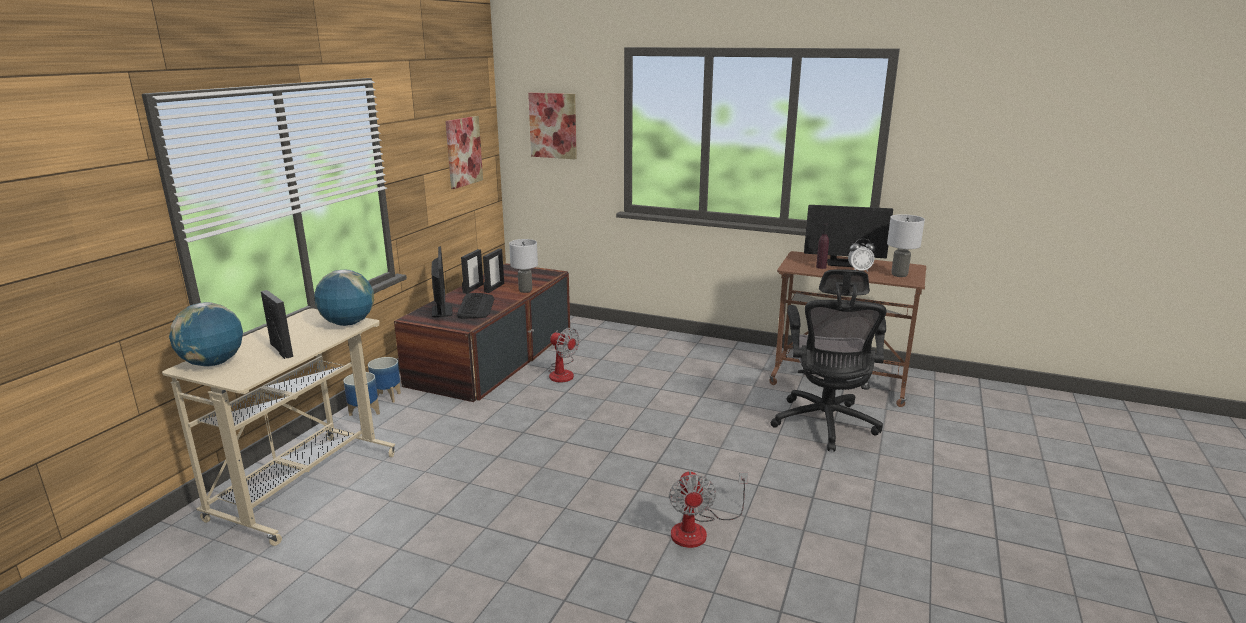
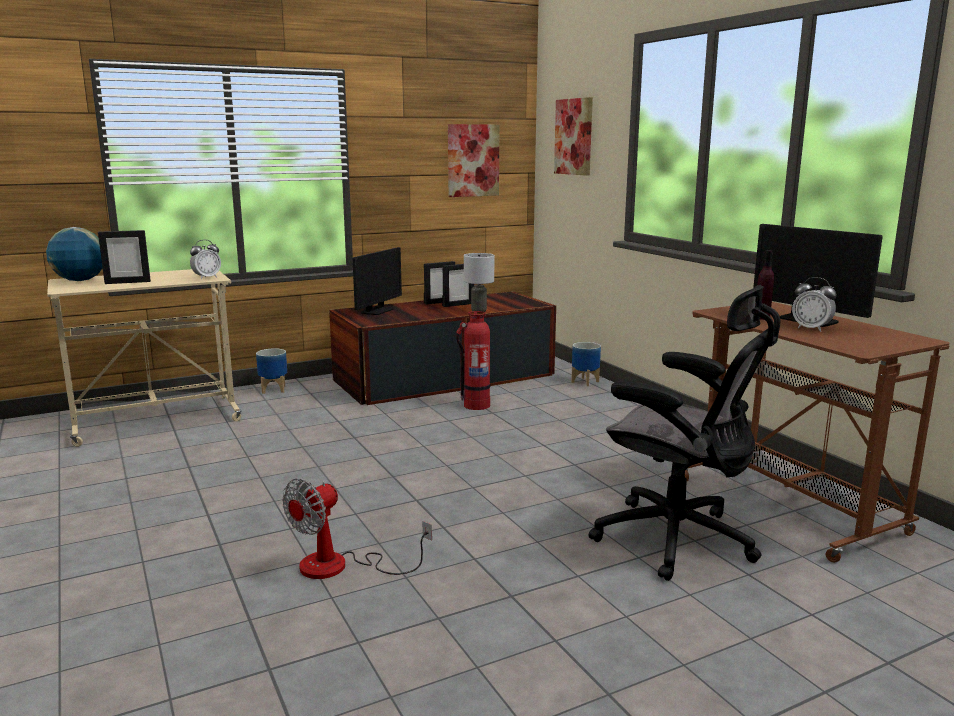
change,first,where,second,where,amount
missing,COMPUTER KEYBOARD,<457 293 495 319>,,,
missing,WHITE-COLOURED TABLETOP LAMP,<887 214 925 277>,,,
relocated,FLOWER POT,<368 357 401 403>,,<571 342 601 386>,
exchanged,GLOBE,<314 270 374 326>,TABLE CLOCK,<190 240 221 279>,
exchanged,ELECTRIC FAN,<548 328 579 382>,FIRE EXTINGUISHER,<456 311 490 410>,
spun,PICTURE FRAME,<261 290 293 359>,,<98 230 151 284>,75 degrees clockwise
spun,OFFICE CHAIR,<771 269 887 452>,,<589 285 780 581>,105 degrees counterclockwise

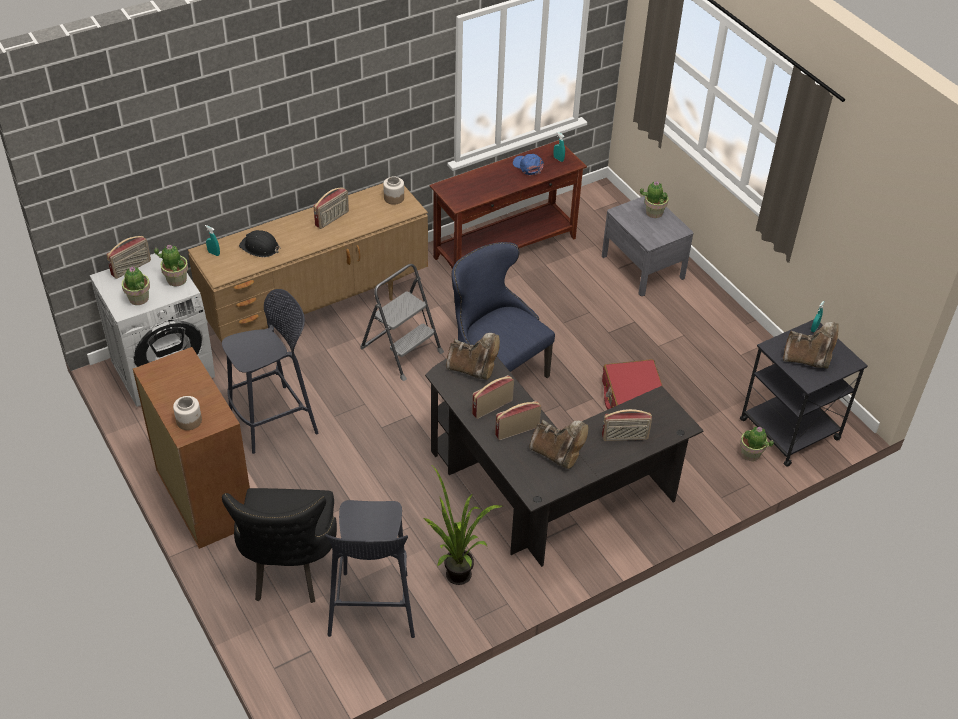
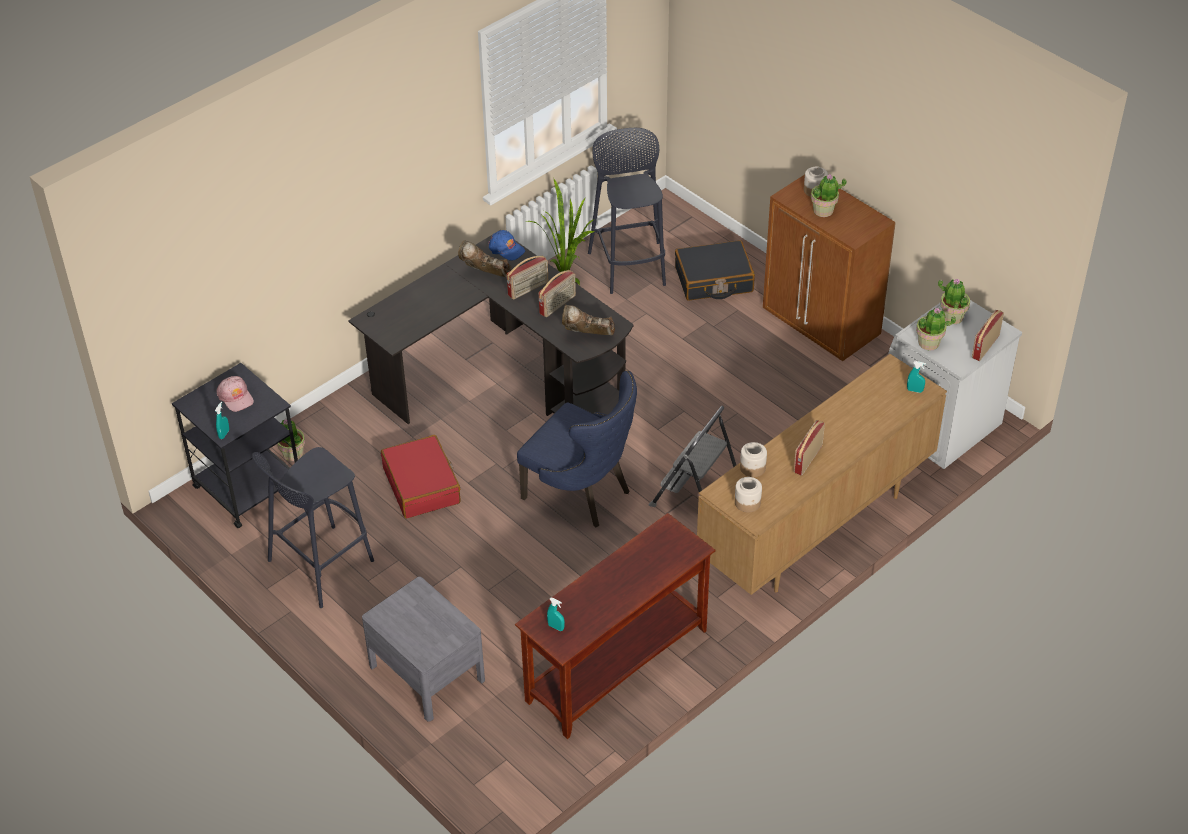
change,first,where,second,where,amount
missing,BLACK HARD HAT,<239 230 280 257>,,,
missing,RADIO SET,<602 409 652 441>,,,
appeared,,,STORAGE JAR,<740 442 767 477>,
relocated,GRAY STOOL,<222 289 319 454>,,<252 447 374 608>,
relocated,BLUE CAP,<513 154 544 175>,,<488 230 525 261>,
relocated,HOUSEPLANT,<640 181 668 218>,,<811 174 847 217>,
exchanged,BLACK PLAIN CHAIR,<222 488 337 603>,BLACK SUITCASE,<675 240 755 301>,
exchanged,BROWN-COLOURED TALL BOOT,<783 322 838 369>,PINKISH CAP,<216 376 254 412>,

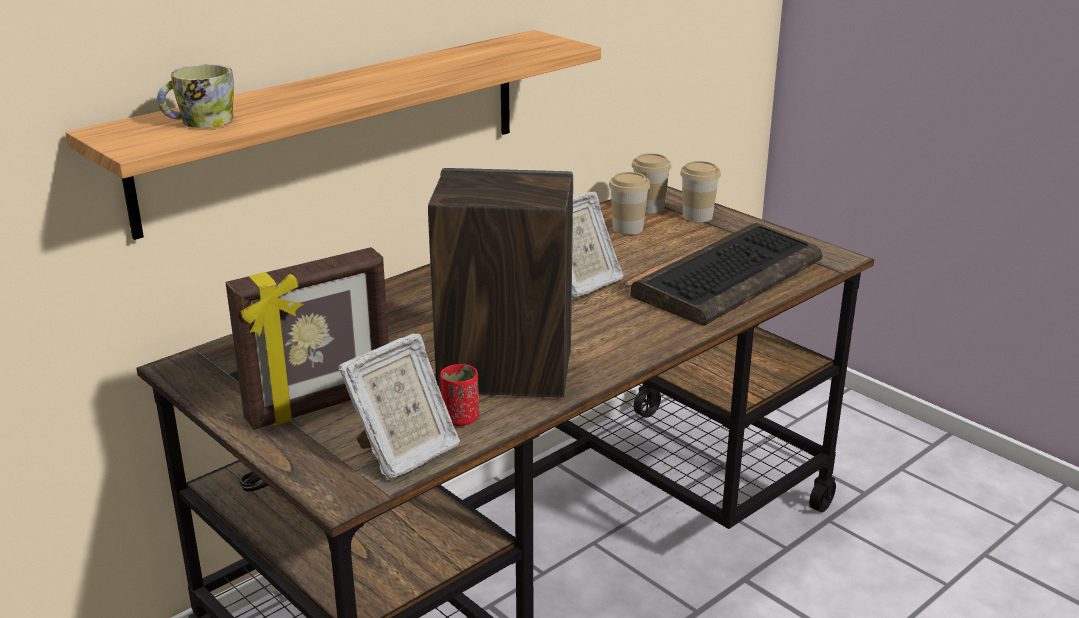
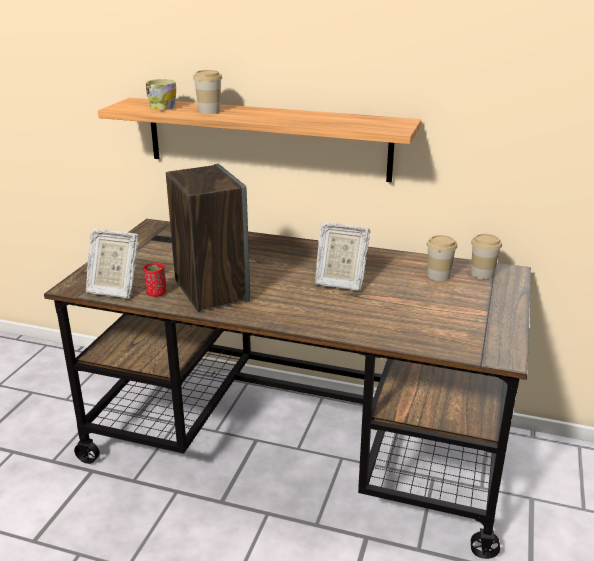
change,first,where,second,where,amount
missing,PICTURE FRAME,<226 247 389 430>,,,
missing,COMPUTER KEYBOARD,<631 223 822 326>,,,
relocated,DRINKING CUP,<680 161 721 222>,,<193 70 222 114>,

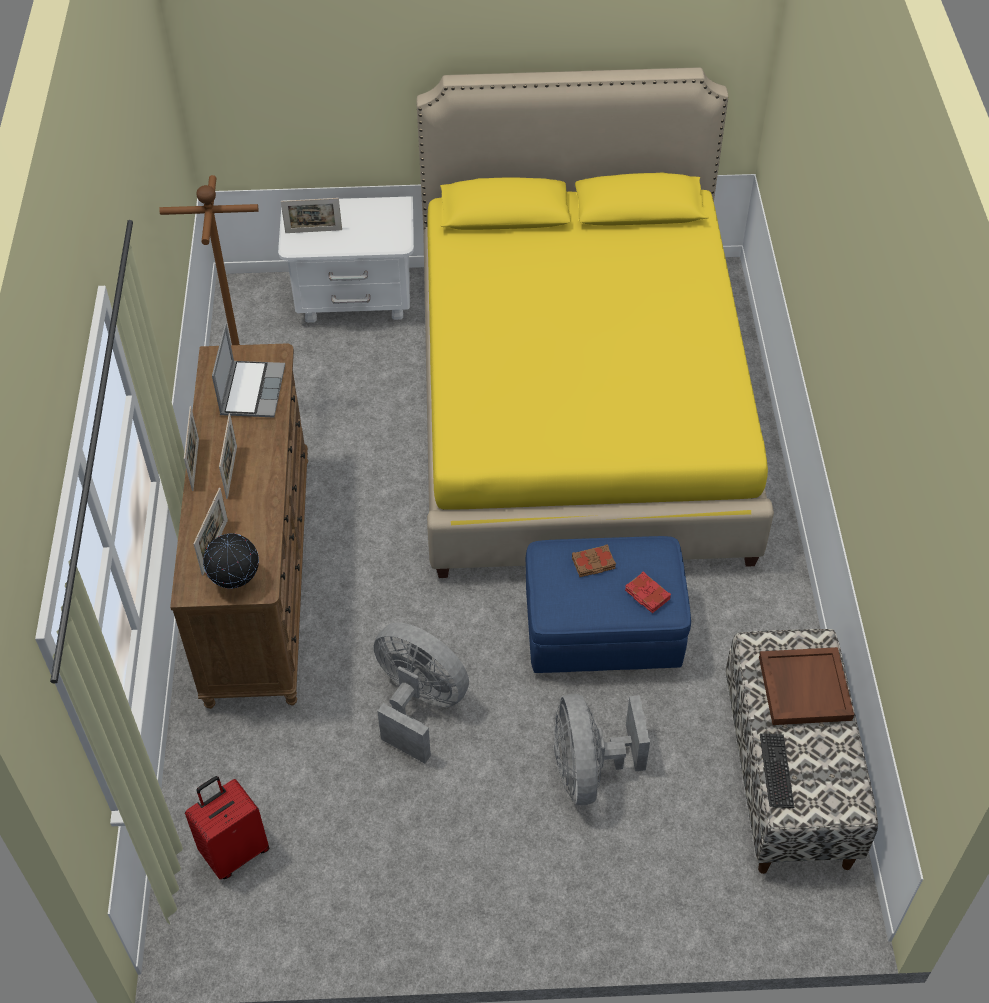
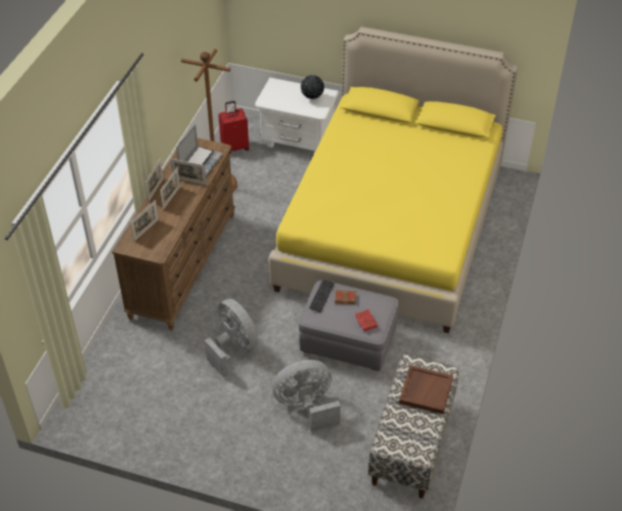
change,first,where,second,where,amount
relocated,RED SUITCASE,<185 776 269 879>,,<218 101 249 154>,
relocated,GLOBE,<203 533 259 589>,,<301 75 324 100>,
relocated,PICTURE FRAME,<281 198 342 233>,,<170 159 207 185>,
relocated,COMPUTER KEYBOARD,<760 733 794 808>,,<309 279 334 313>,
colour,BLUE OTTOMAN,<526 536 691 673>,GRAY OTTOMAN,<299 280 399 371>,
spun,GRAY ELECTRIC FAN,<554 694 650 805>,,<272 360 341 432>,60 degrees clockwise

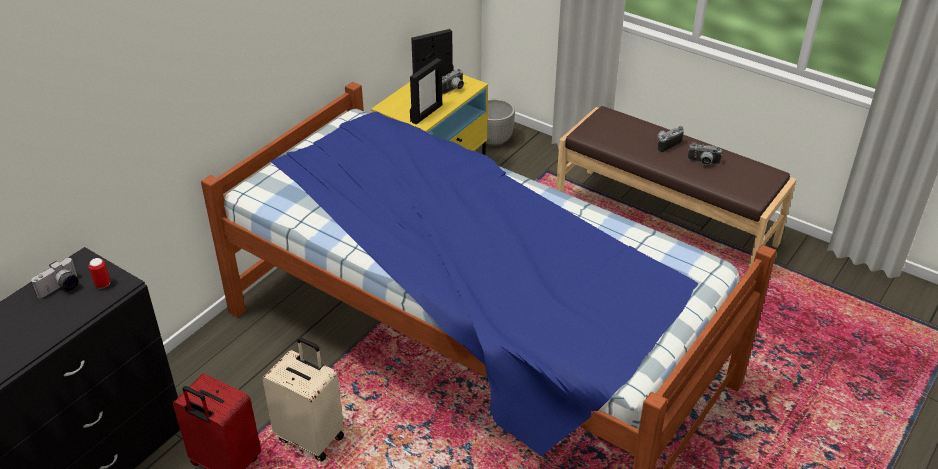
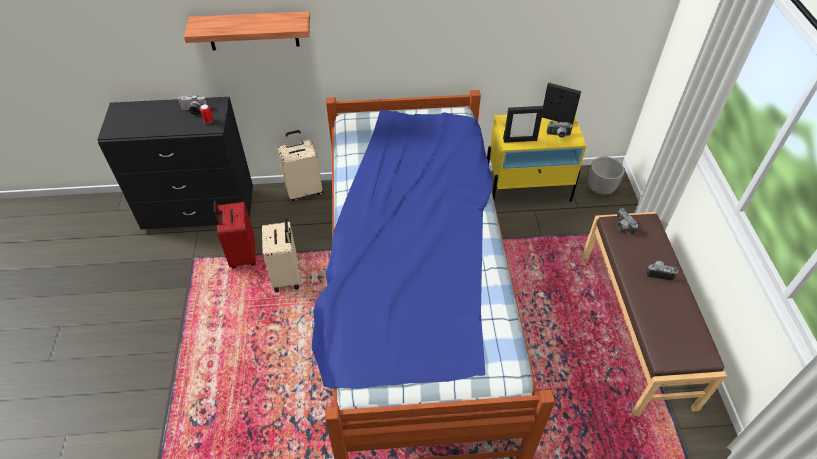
change,first,where,second,where,amount
appeared,,,BRACKET SHELF,<184 11 310 50>,
appeared,,,BEIGE-COLOURED SUITCASE,<278 130 323 201>,
relocated,STILL CAMERA,<687 142 722 165>,,<616 208 638 235>,

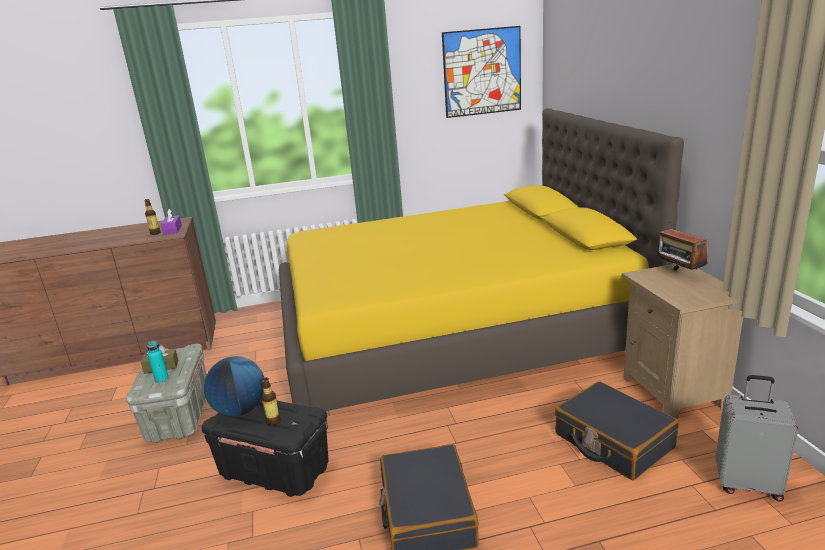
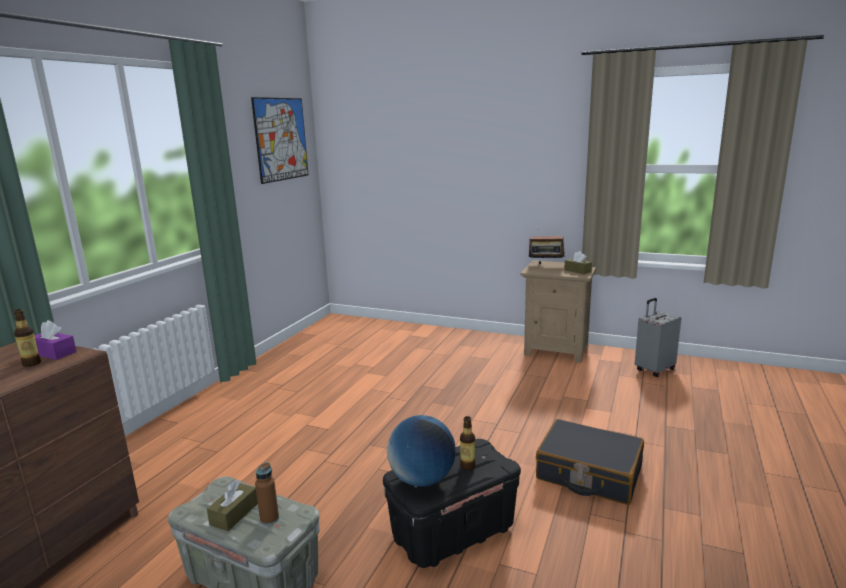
change,first,where,second,where,amount
missing,YELLOWISH SLEEPING BED,<279 108 684 411>,,,
missing,BLACK SUITCASE,<555 381 679 480>,,,
appeared,,,BROWN-COLOURED TISSUE HOLDER,<564 251 592 274>,
colour,TURQUOISE-COLOURED BEVERAGE BOTTLE,<147 341 169 383>,BROWN-COLOURED BEVERAGE BOTTLE,<255 462 279 525>,

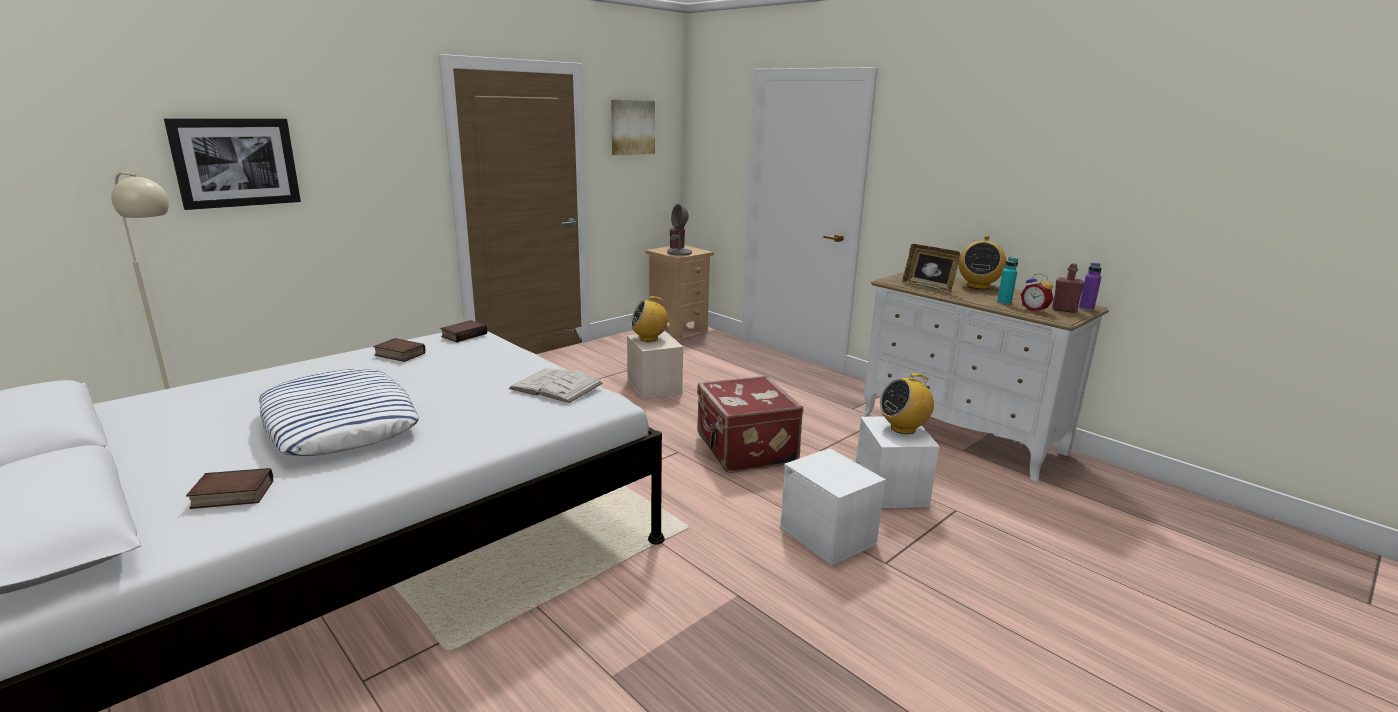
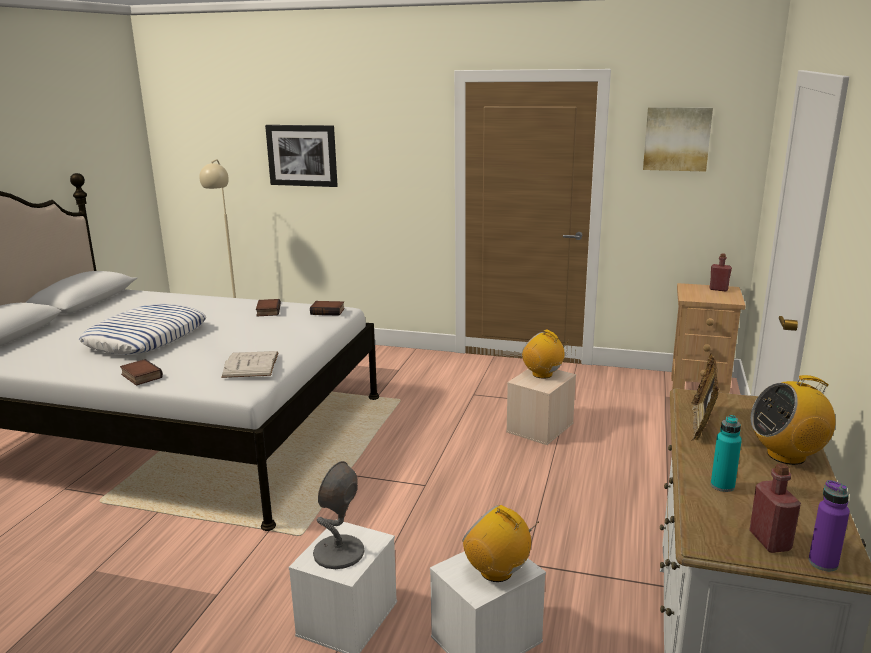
change,first,where,second,where,amount
missing,RED SUITCASE,<697 376 803 473>,,,
missing,TABLE CLOCK,<1021 273 1053 313>,,,
relocated,BOOK,<186 468 273 509>,,<120 359 163 386>,
relocated,GRAY TABLETOP LAMP,<667 204 692 256>,,<313 461 365 569>,

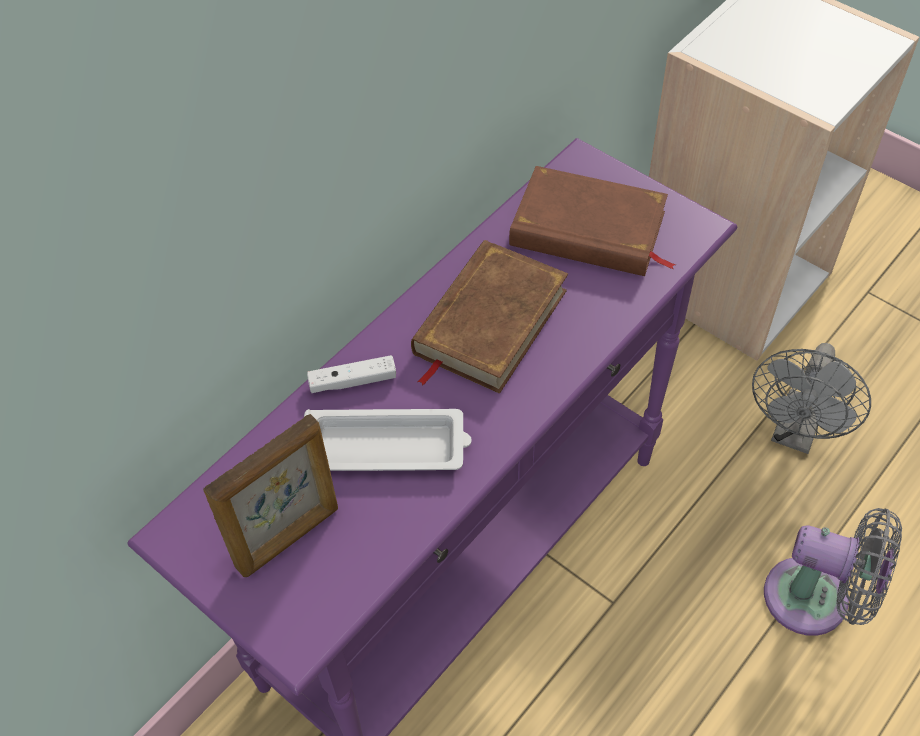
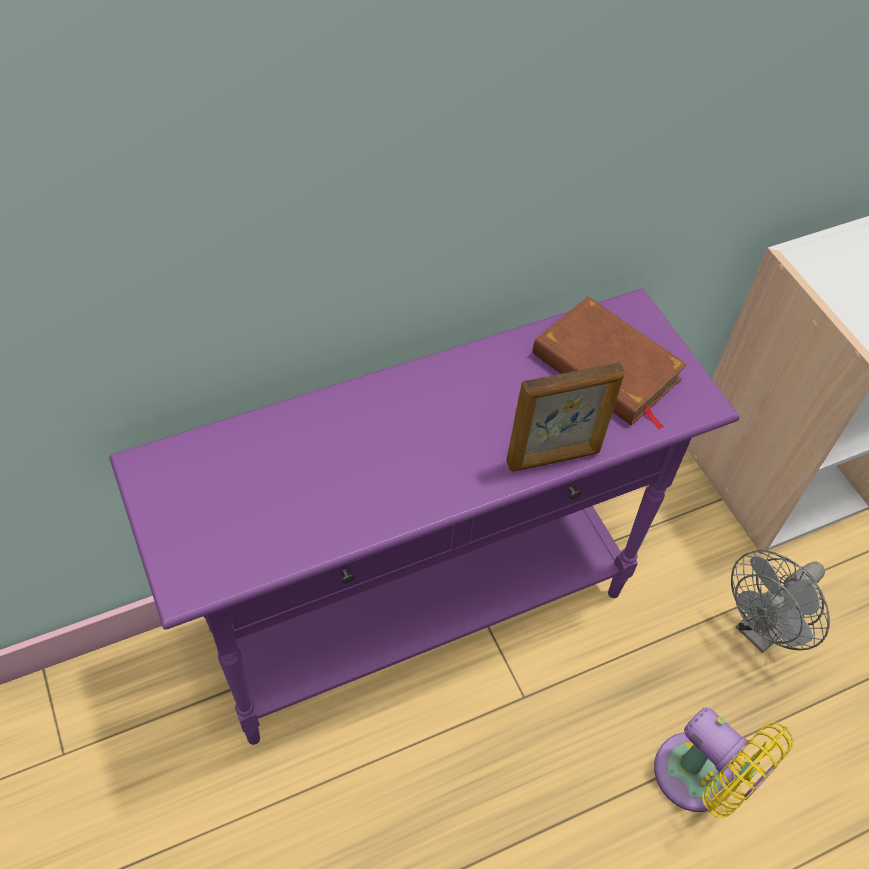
change,first,where,second,where,amount
missing,WHITE-COLOURED CARRYING TRAY,<304 409 472 471>,,,
missing,WHITE-COLOURED JOYPAD,<307 355 396 393>,,,
missing,BROWN-COLOURED BOOK,<411 240 568 394>,,,
relocated,PICTURE FRAME,<203 414 338 577>,,<506 362 625 471>,
colour,GRAY ELECTRIC FAN,<764 508 902 636>,YELLOWISH ELECTRIC FAN,<654 707 794 818>,

